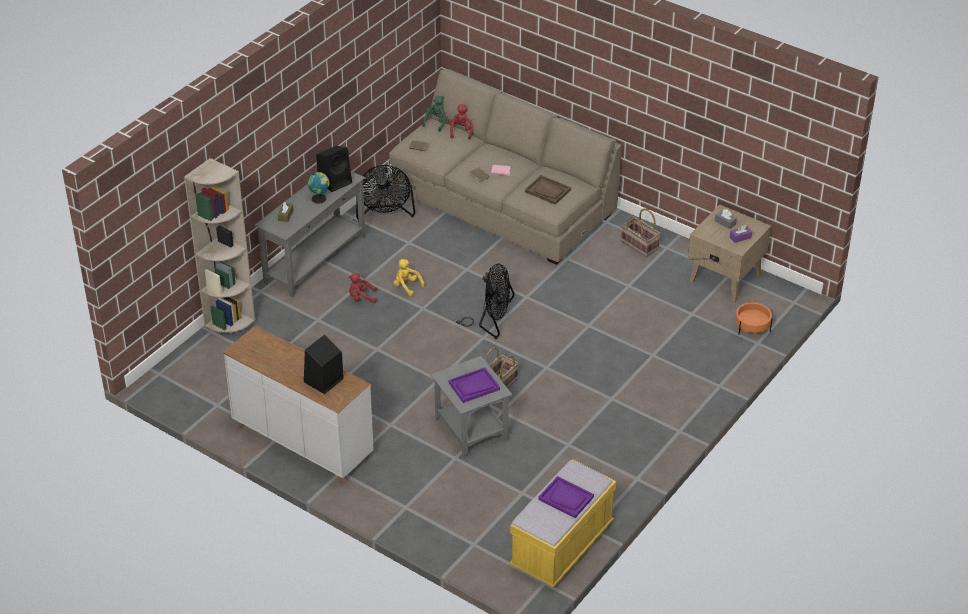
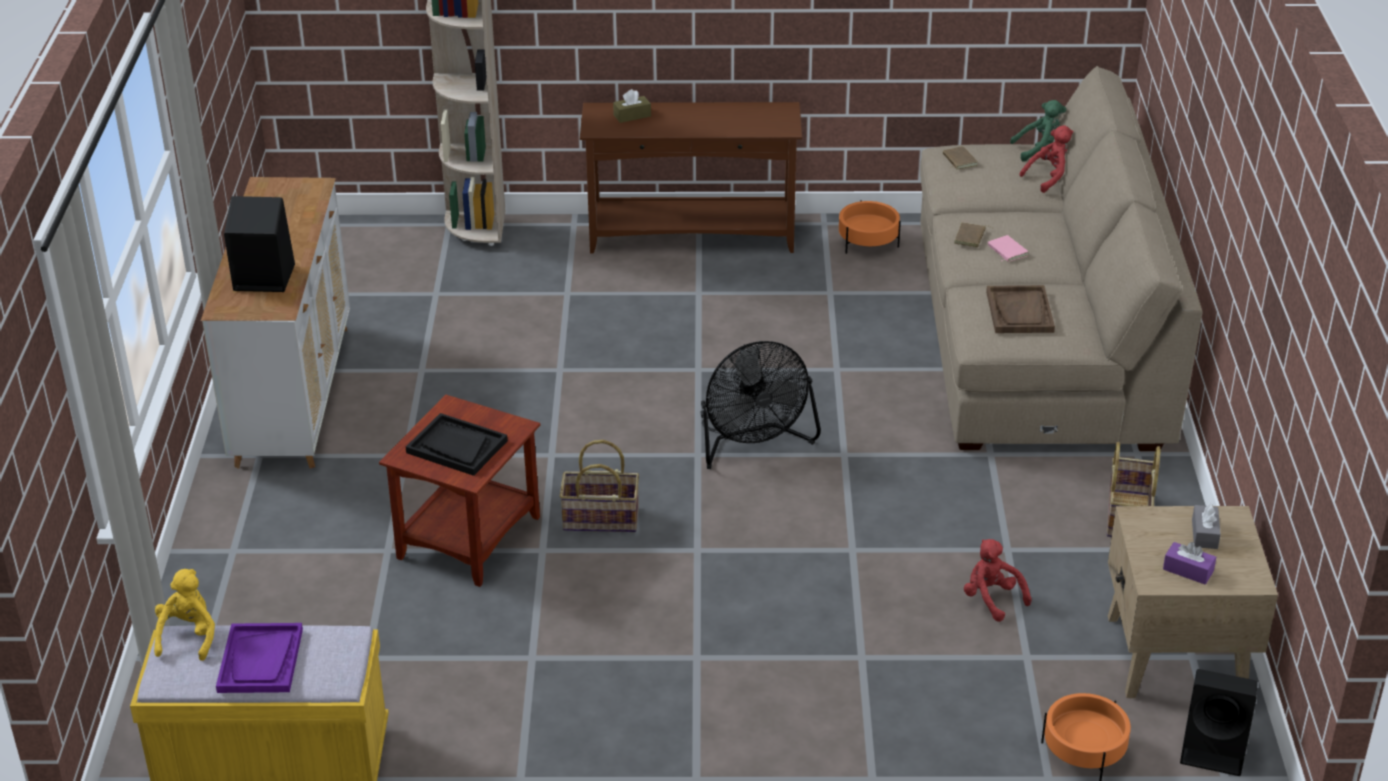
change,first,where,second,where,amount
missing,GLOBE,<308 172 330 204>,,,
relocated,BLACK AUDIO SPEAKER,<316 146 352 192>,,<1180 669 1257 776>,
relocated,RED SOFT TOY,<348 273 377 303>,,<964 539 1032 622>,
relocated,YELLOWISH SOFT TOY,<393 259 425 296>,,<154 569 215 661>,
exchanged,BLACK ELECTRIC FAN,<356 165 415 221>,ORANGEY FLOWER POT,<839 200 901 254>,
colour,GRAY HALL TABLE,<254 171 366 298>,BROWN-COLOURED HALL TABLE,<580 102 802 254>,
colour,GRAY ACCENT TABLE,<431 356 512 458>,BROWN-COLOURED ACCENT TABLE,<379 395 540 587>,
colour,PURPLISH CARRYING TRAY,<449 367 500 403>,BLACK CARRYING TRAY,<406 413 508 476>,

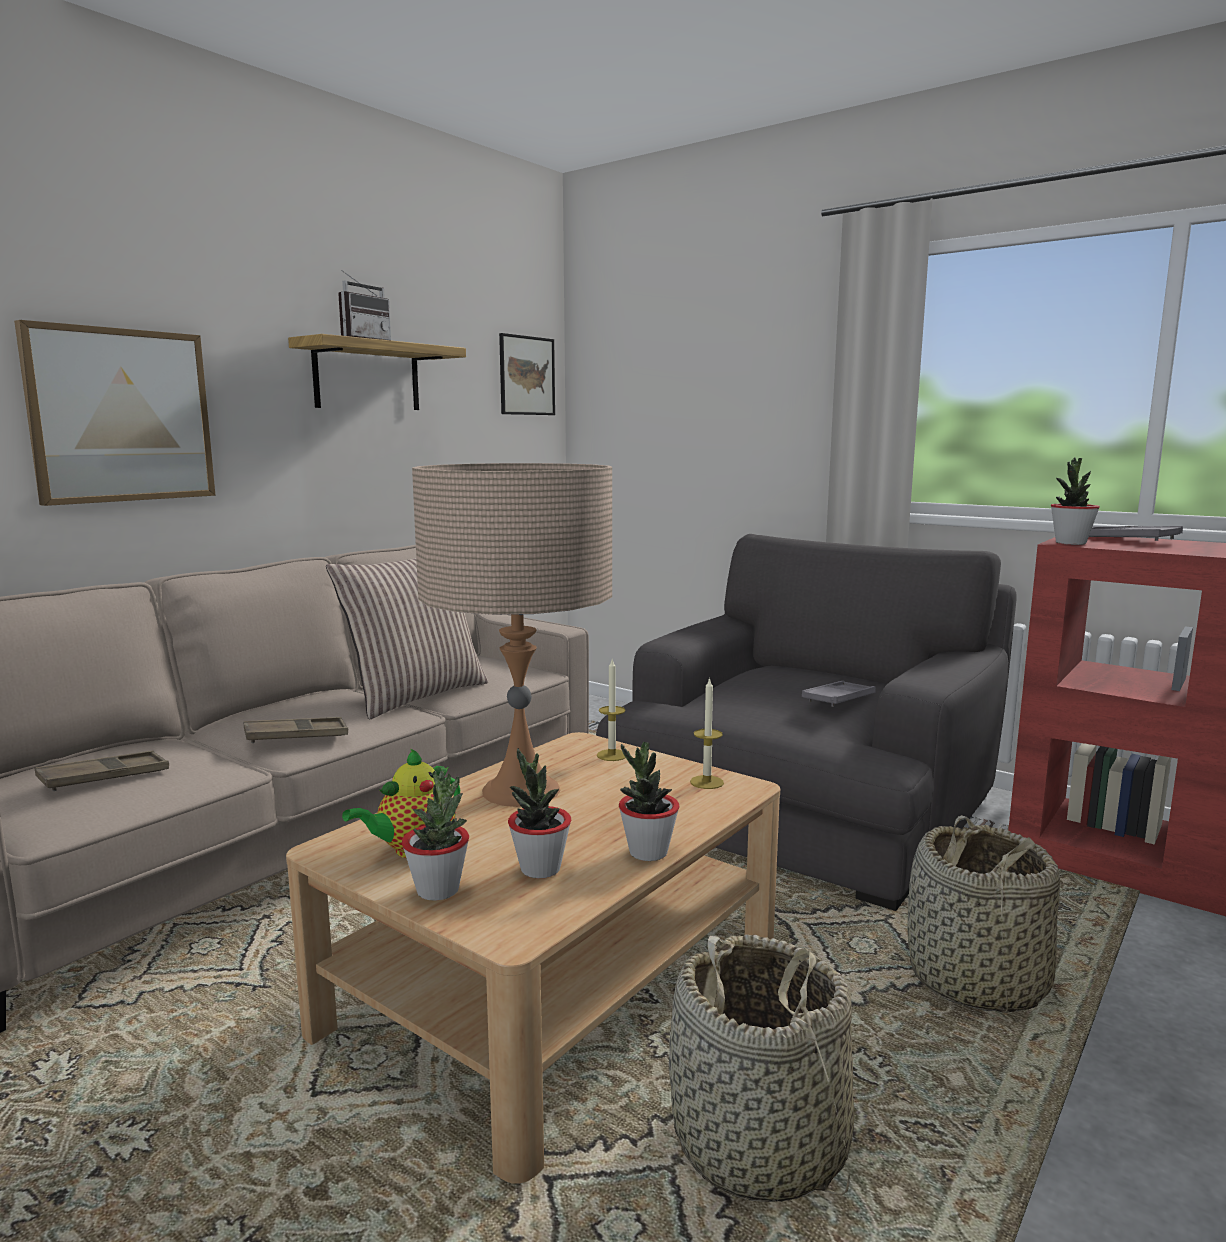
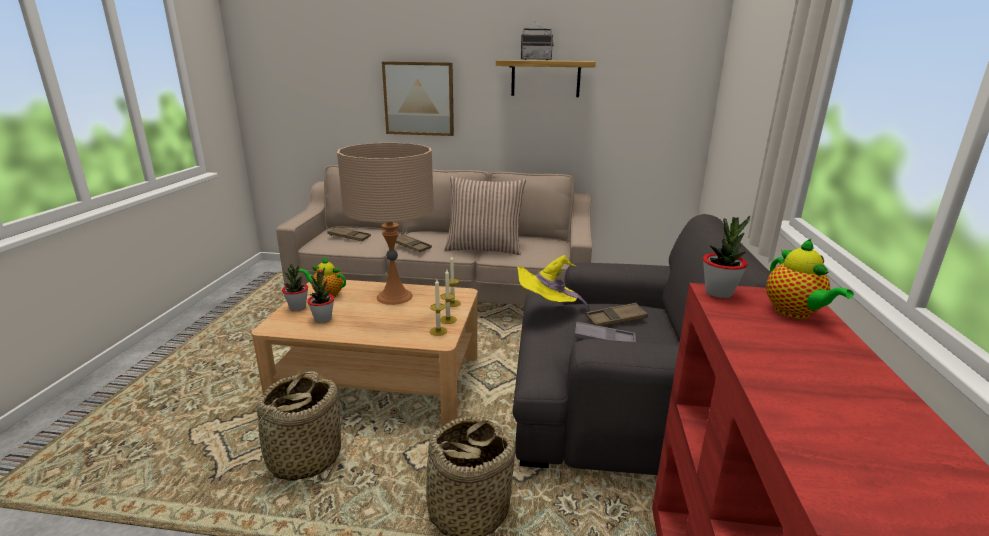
change,first,where,second,where,amount
missing,WALL PICTURE,<499 333 555 415>,,,
missing,HOUSEPLANT,<619 742 680 861>,,,
appeared,,,WAX LIGHT,<440 270 457 324>,
appeared,,,YELLOWISH CLOTHING HAT,<517 255 591 310>,
appeared,,,BROWN-COLOURED CARRYING TRAY,<586 303 648 326>,
exchanged,GRAY CARRYING TRAY,<1089 526 1183 541>,TEA POT,<766 239 854 319>,

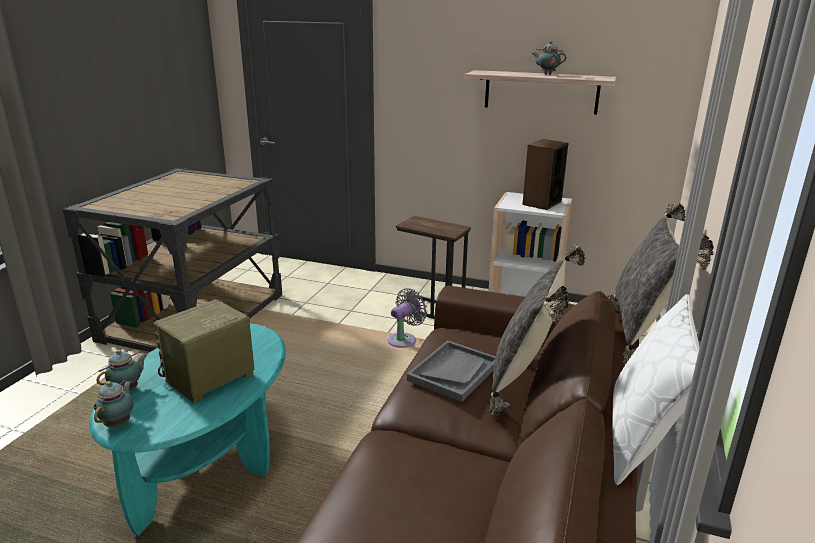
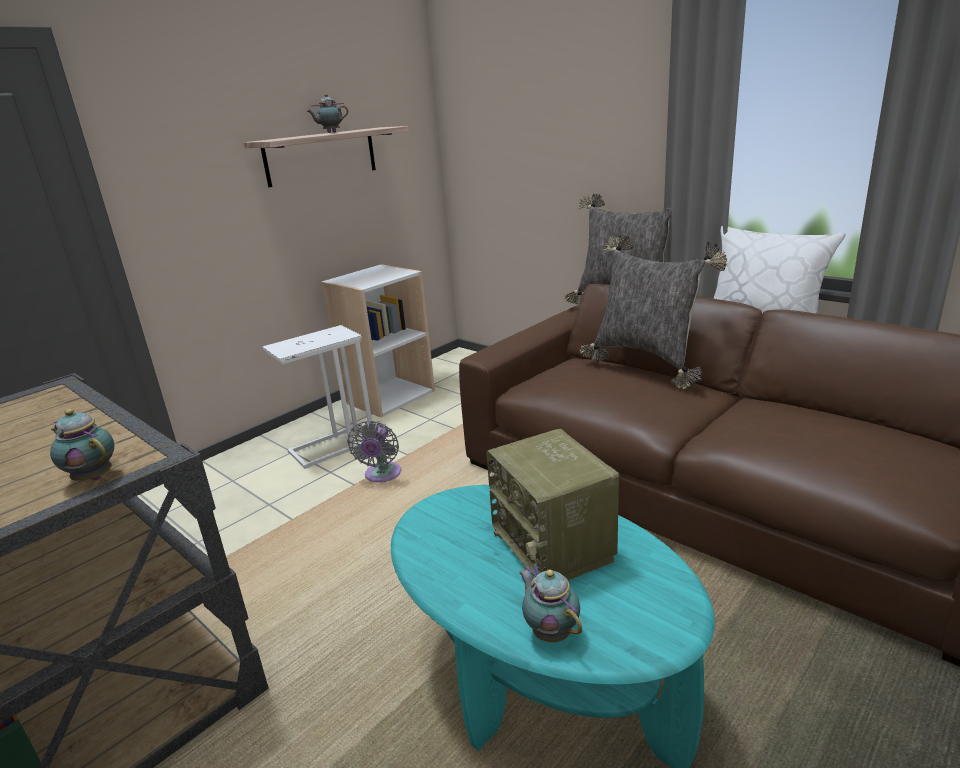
change,first,where,second,where,amount
missing,GRAY CARRYING TRAY,<407 340 496 402>,,,
missing,AUDIO SPEAKER,<522 139 568 210>,,,
relocated,TEA POT,<94 379 133 427>,,<50 409 114 481>,
colour,BROWN-COLOURED ACCENT TABLE,<396 216 471 319>,WHITE-COLOURED ACCENT TABLE,<263 325 372 469>,
spun,GRAY ELECTRIC FAN,<388 288 427 348>,,<347 420 401 482>,150 degrees counterclockwise

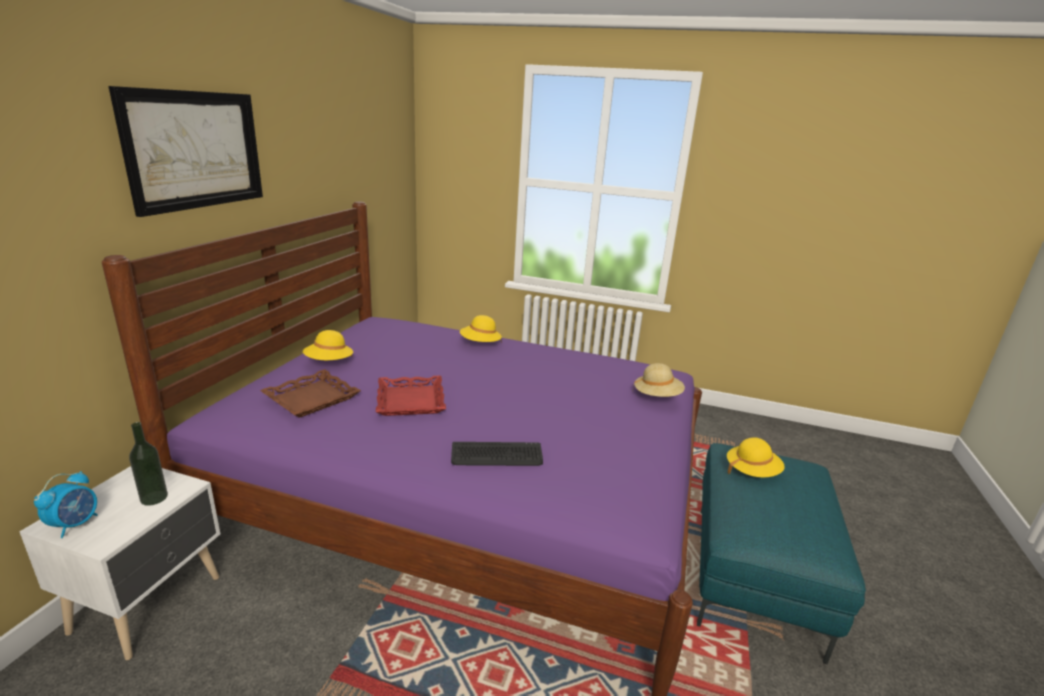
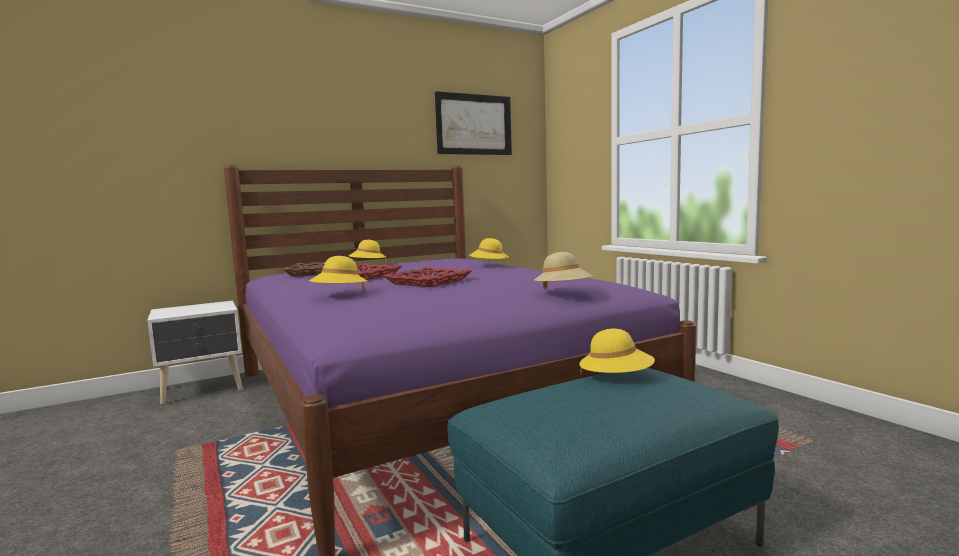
change,first,where,second,where,amount
missing,TABLE CLOCK,<34 471 98 538>,,,
missing,BEVERAGE BOTTLE,<129 422 168 506>,,,
appeared,,,RED CARRYING TRAY,<383 267 472 287>,
relocated,WALL PICTURE,<108 86 263 217>,,<435 91 512 155>,
exchanged,COMPUTER KEYBOARD,<451 442 543 466>,YELLOWISH CLOTHING HAT,<309 256 367 291>,

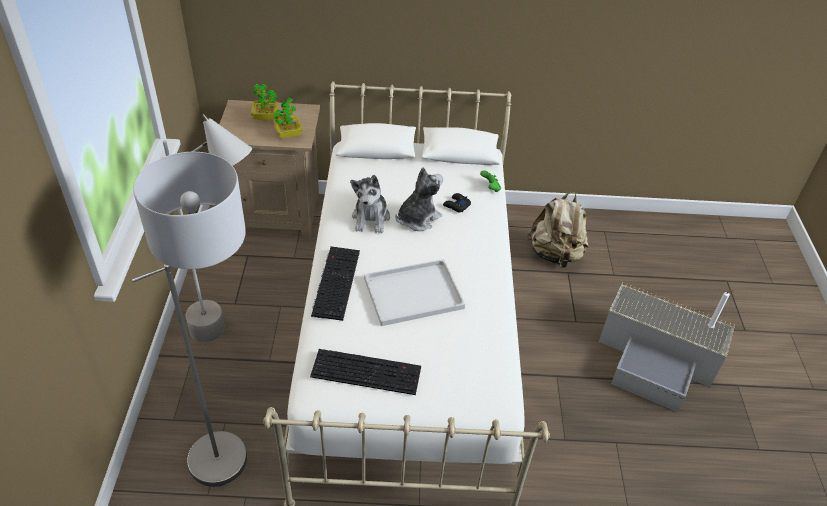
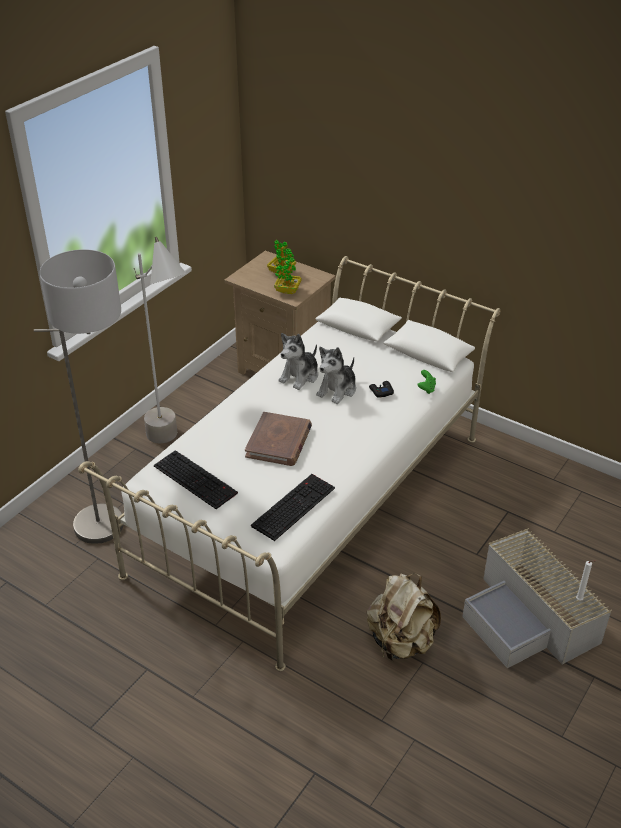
change,first,where,second,where,amount
relocated,COMPUTER KEYBOARD,<311 246 360 321>,,<251 474 335 541>,
relocated,BEIGE-COLOURED BACKPACK,<527 192 588 267>,,<367 573 441 661>,
exchanged,WHITE-COLOURED CARRYING TRAY,<364 259 465 326>,BROWN-COLOURED BOOK,<245 412 312 466>,
spun,SOFT TOY,<395 167 443 231>,,<316 347 356 404>,135 degrees clockwise

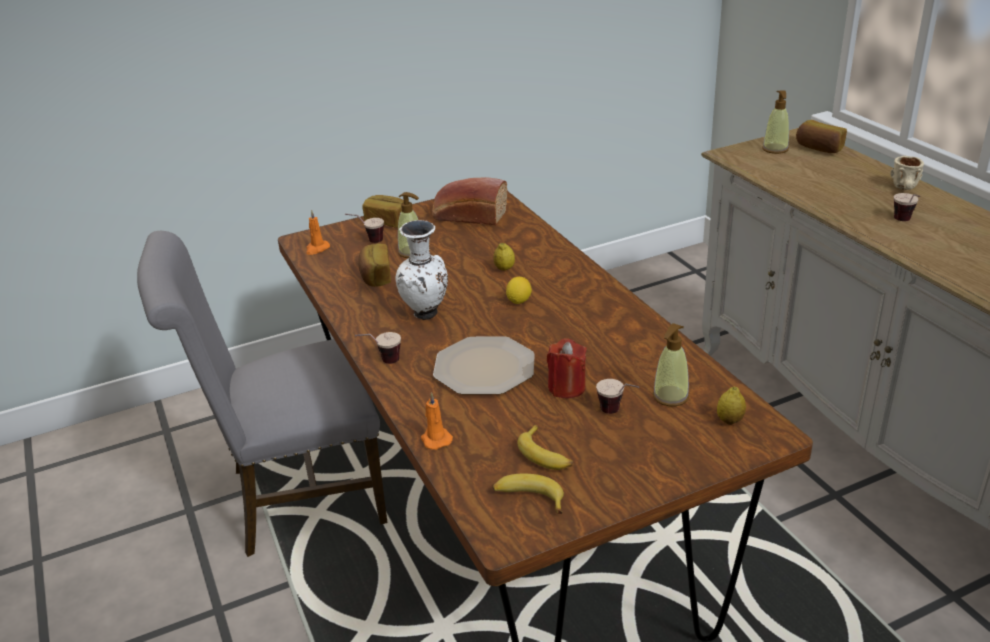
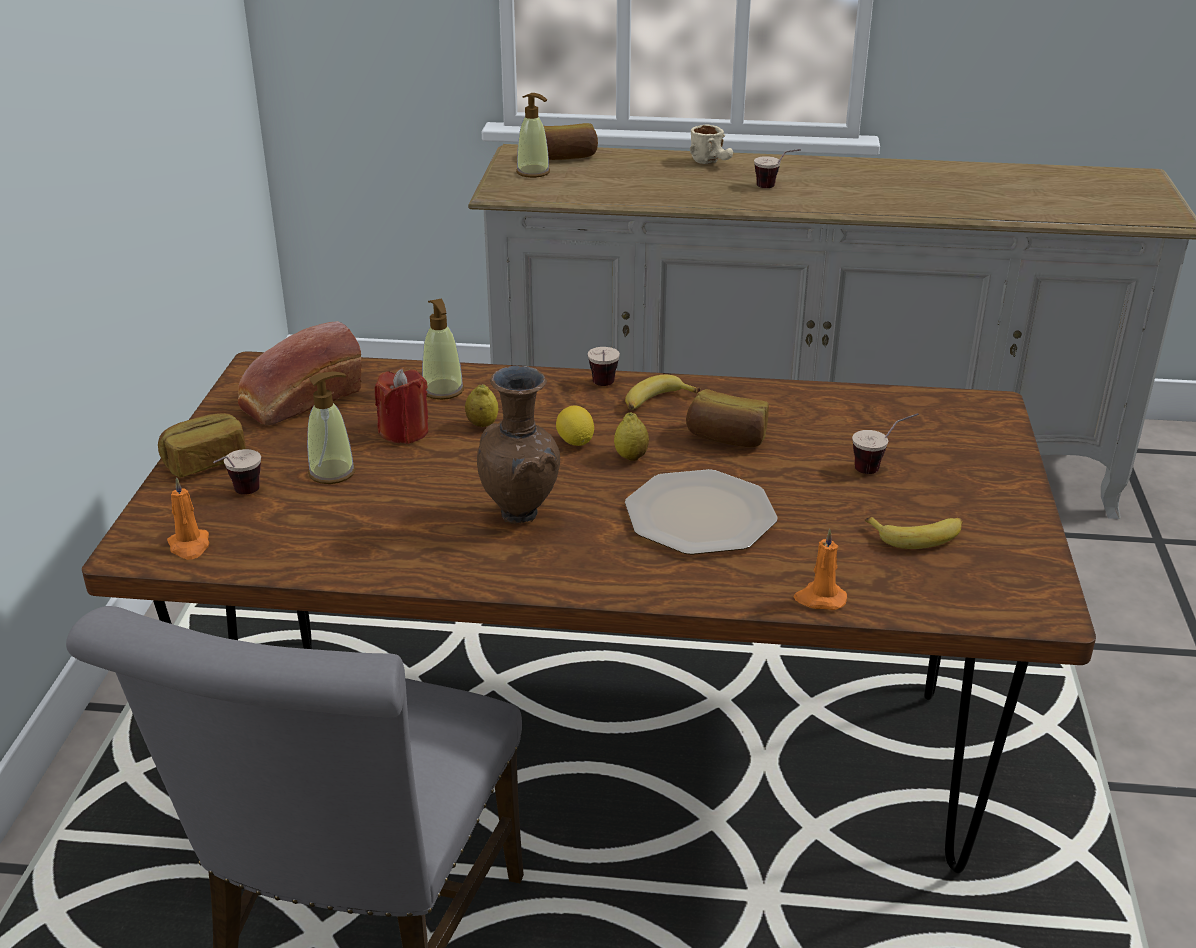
change,first,where,second,where,amount
relocated,DRINKING CUP,<355 332 401 364>,,<588 347 620 386>,
relocated,BAKED BREAD,<358 243 391 287>,,<686 389 769 447>,
relocated,WHOLE BANANA,<492 474 564 514>,,<625 375 700 410>,
relocated,RED WAX LIGHT,<547 338 587 398>,,<375 369 428 444>,
relocated,SOAP BOTTLE,<653 323 689 406>,,<422 299 464 400>,
relocated,LEMON,<717 387 746 425>,,<614 413 649 461>,
colour,WHITE-COLOURED VASE,<395 220 448 320>,BROWN-COLOURED VASE,<477 366 560 525>,

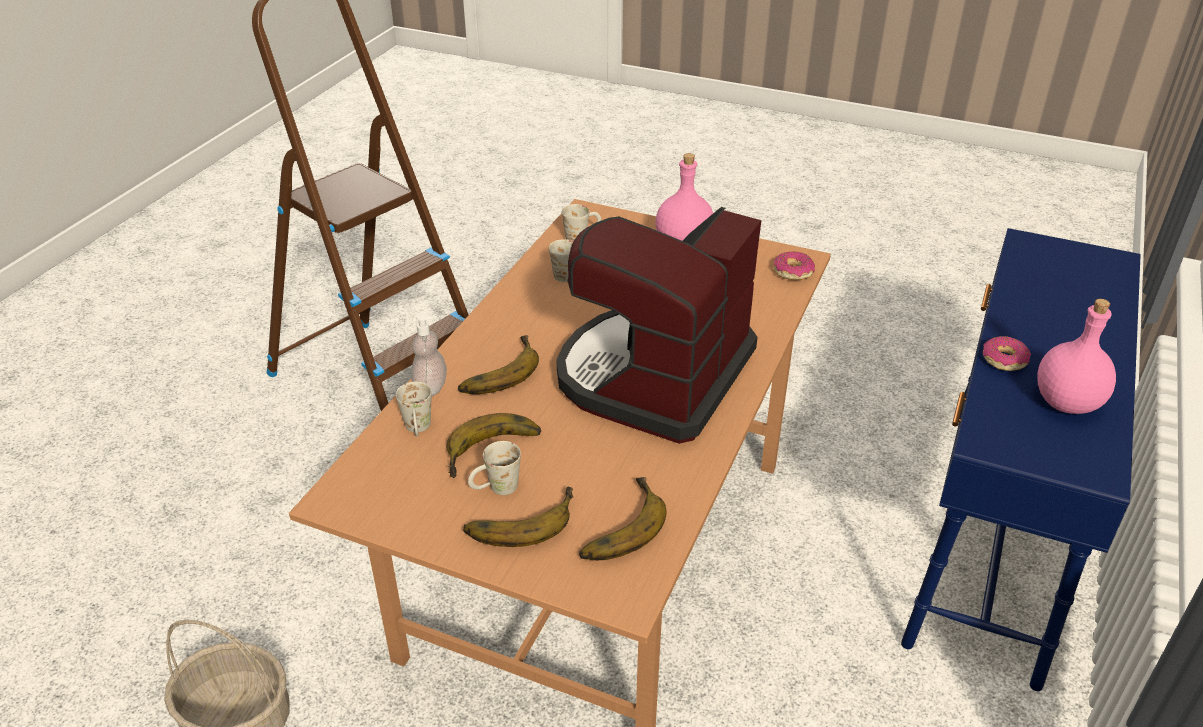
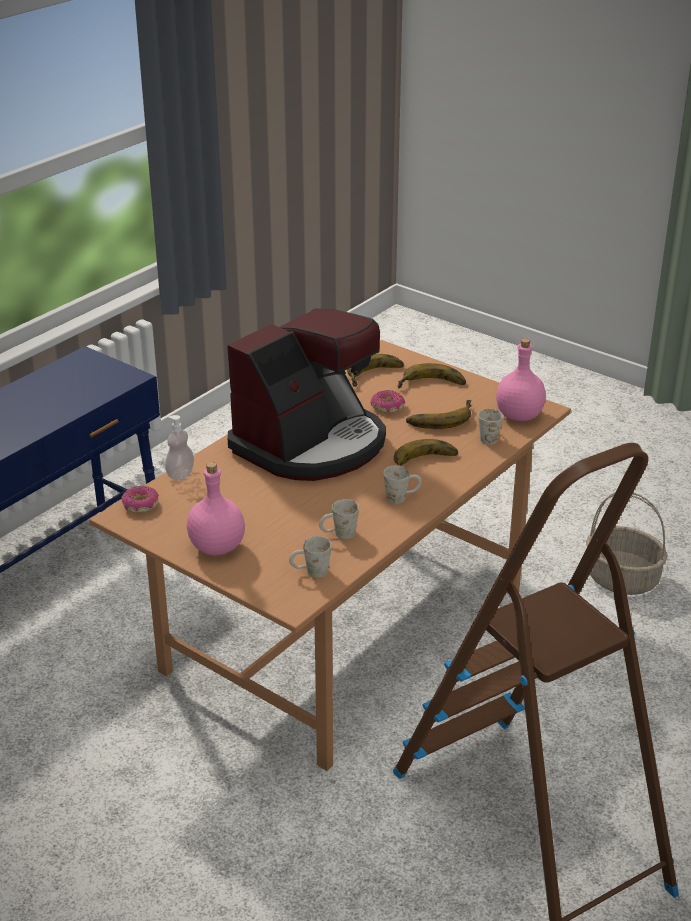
change,first,where,second,where,amount
relocated,SOAP BOTTLE,<411 313 447 396>,,<165 415 194 480>,
relocated,WHITE-COLOURED TEA MUG,<468 441 521 495>,,<383 465 422 504>,
relocated,DONUT,<983 336 1031 371>,,<371 390 405 413>,
relocated,PINKISH BEVERAGE BOTTLE,<1037 299 1116 414>,,<496 338 546 421>,

